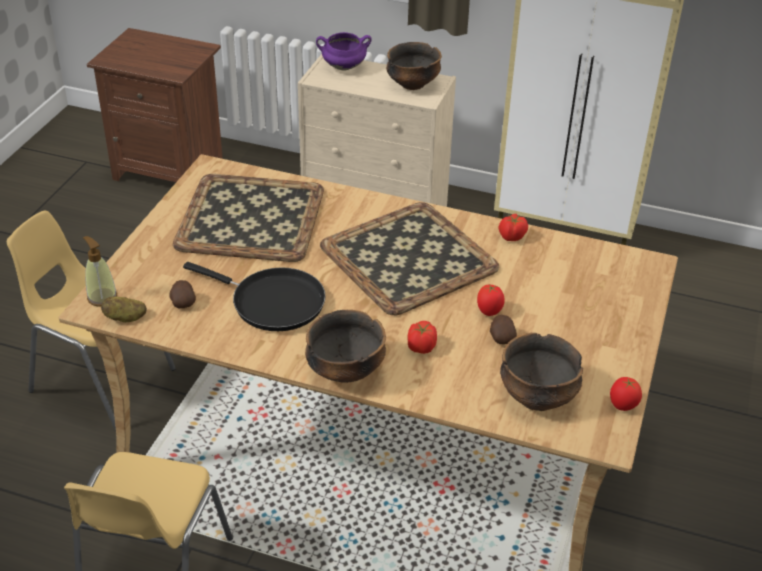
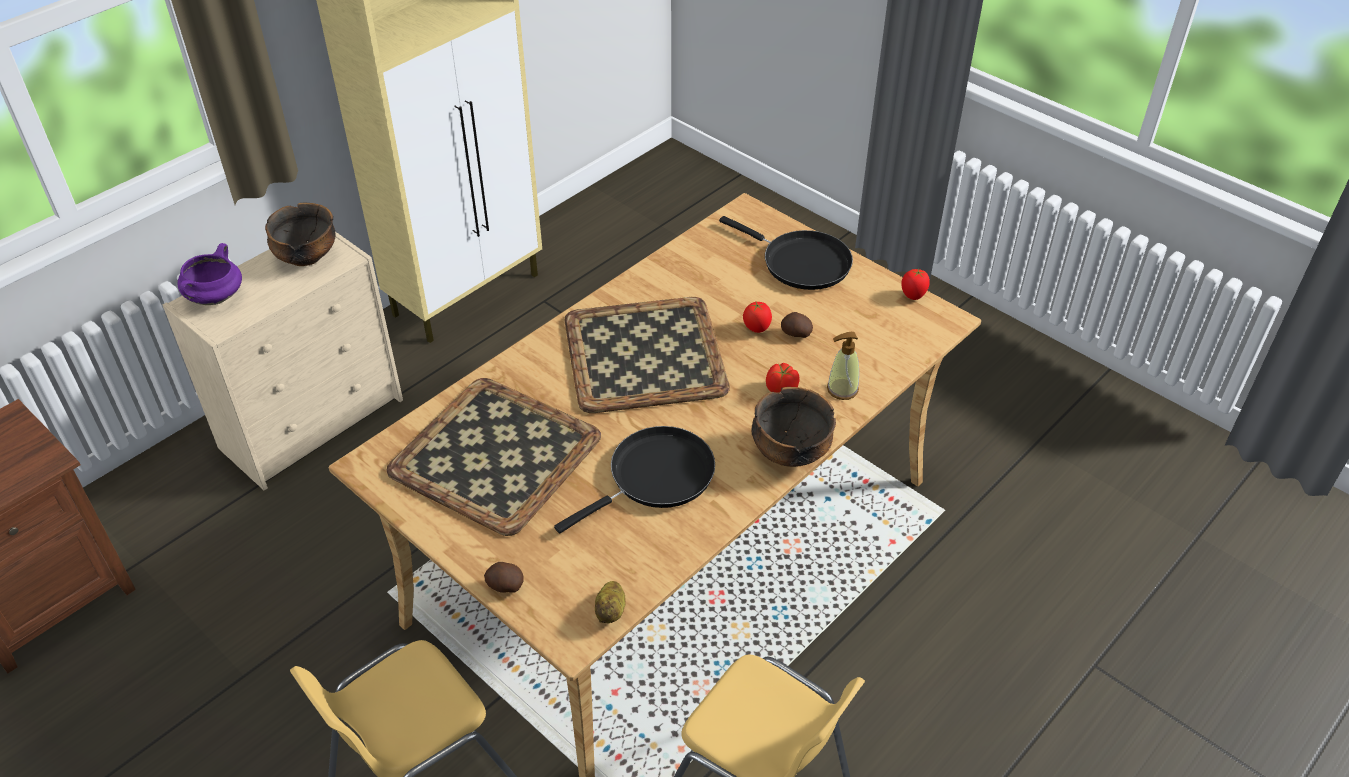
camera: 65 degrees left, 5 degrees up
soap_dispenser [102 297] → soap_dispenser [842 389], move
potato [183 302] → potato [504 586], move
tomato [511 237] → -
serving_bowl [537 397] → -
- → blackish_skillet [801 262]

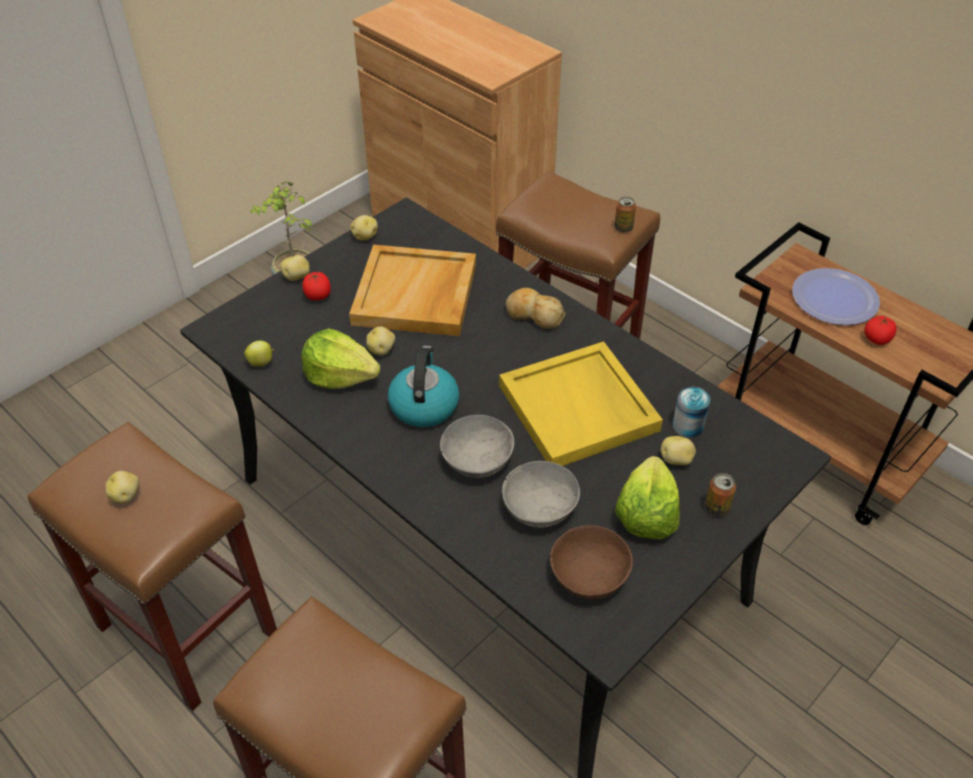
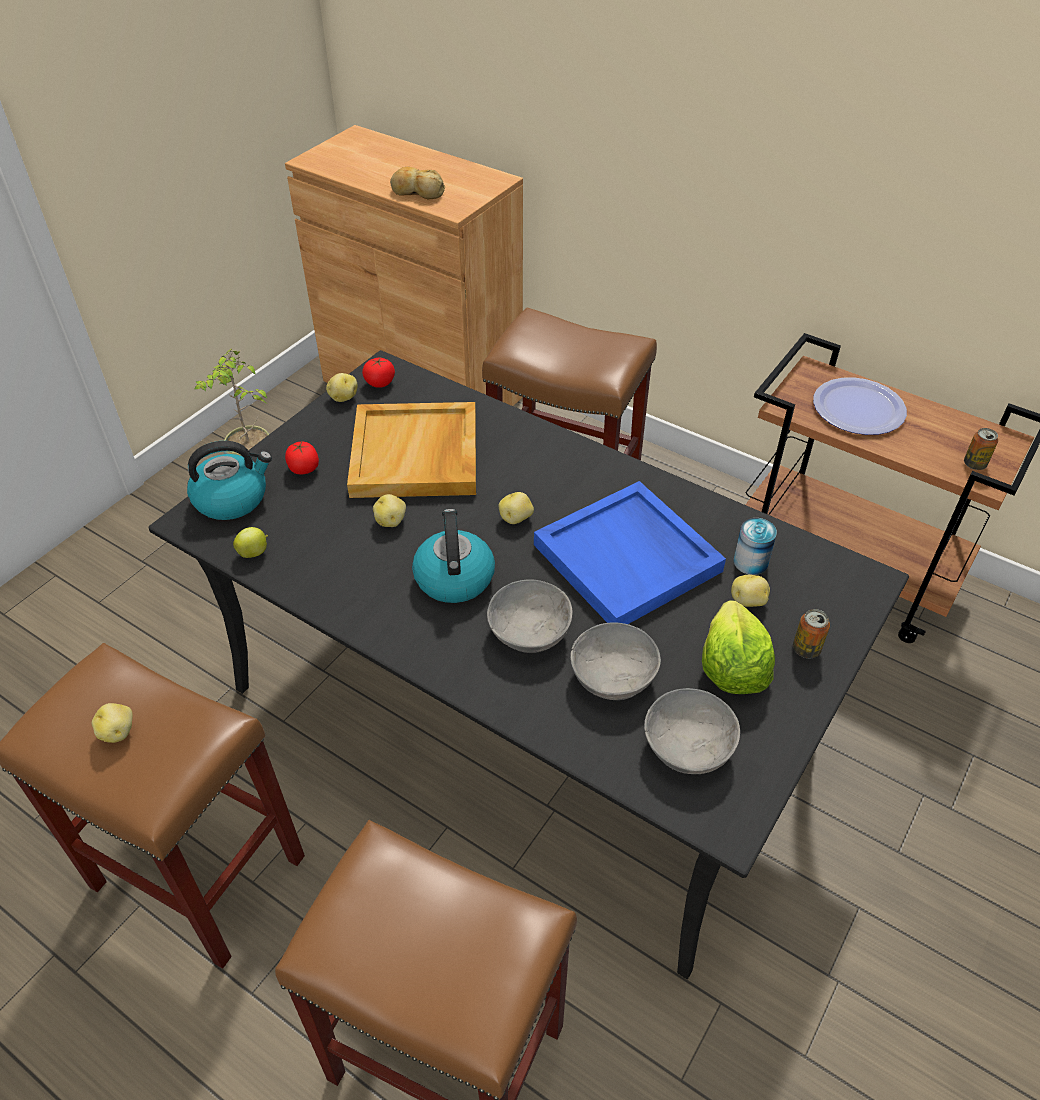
camera: 10 degrees left, 0 degrees up
potato [297 277] → potato [516 518], move
lettuce_head [340 375] → -
yellowish_carrying_tray [580 408] → blue-coloured_carrying_tray [629 558]
bakery_bread [534 315] → bakery_bread [417 191], move
brown_serving_bowl [590 575] → gray_serving_bowl [689 746]
metal_can [623 228] → metal_can [974 464], move
tomato [877 339] → tomato [380 383], move
- → tea_kettle [232 498]

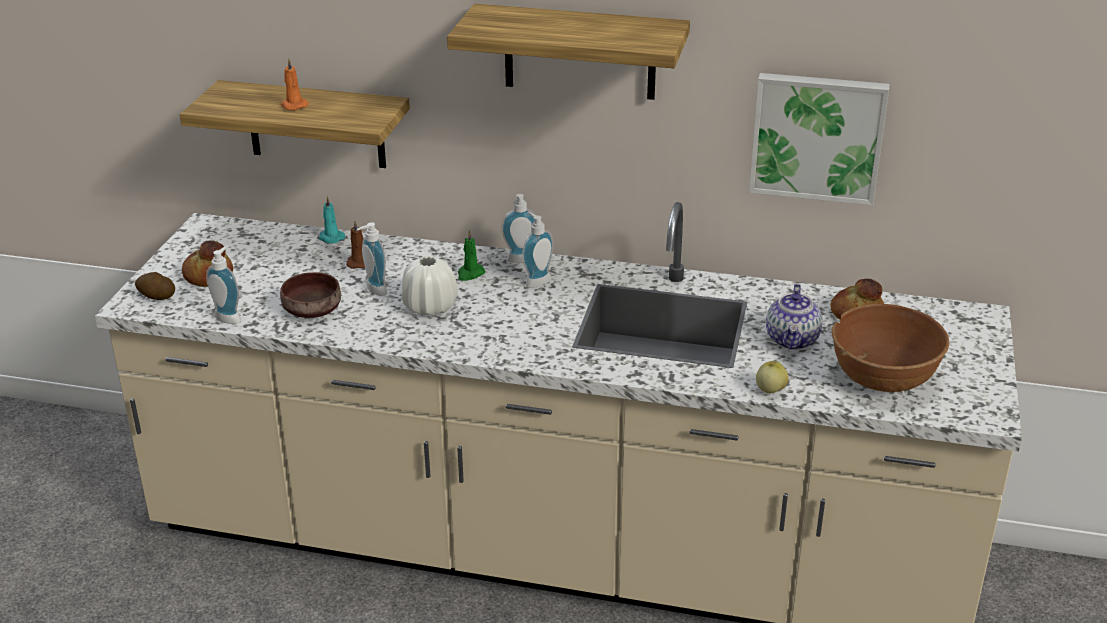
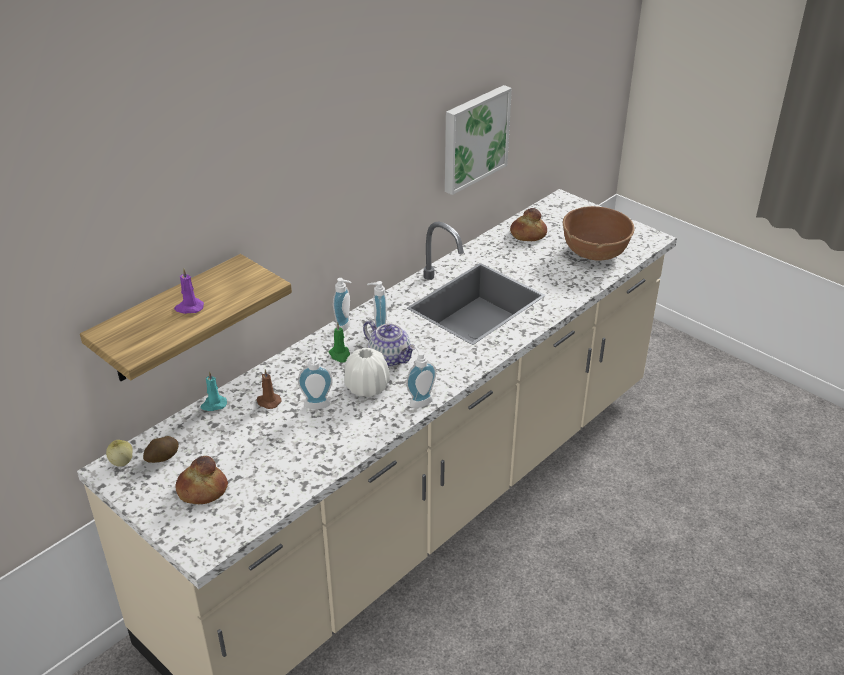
camera: 60 degrees left, 5 degrees up
potato [156 297] → potato [162 458], move
soap_dispenser [230 317] → soap_dispenser [419 401], move
brown_serving_bowl [314 310] → -
orange_wax_light [293 105] → purplish_wax_light [189 308]
wall_shelf [580 52] → -
apple [770 390] → apple [121 462], move
tea_pot [793 340] → tea_pot [390 358], move

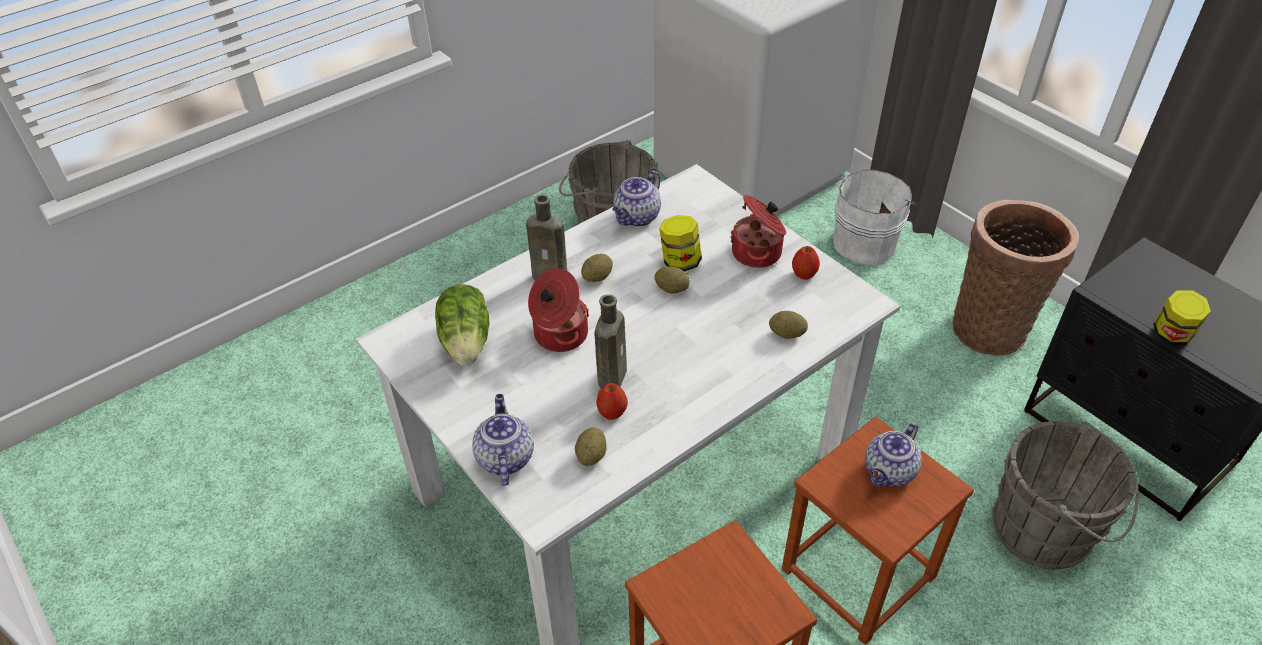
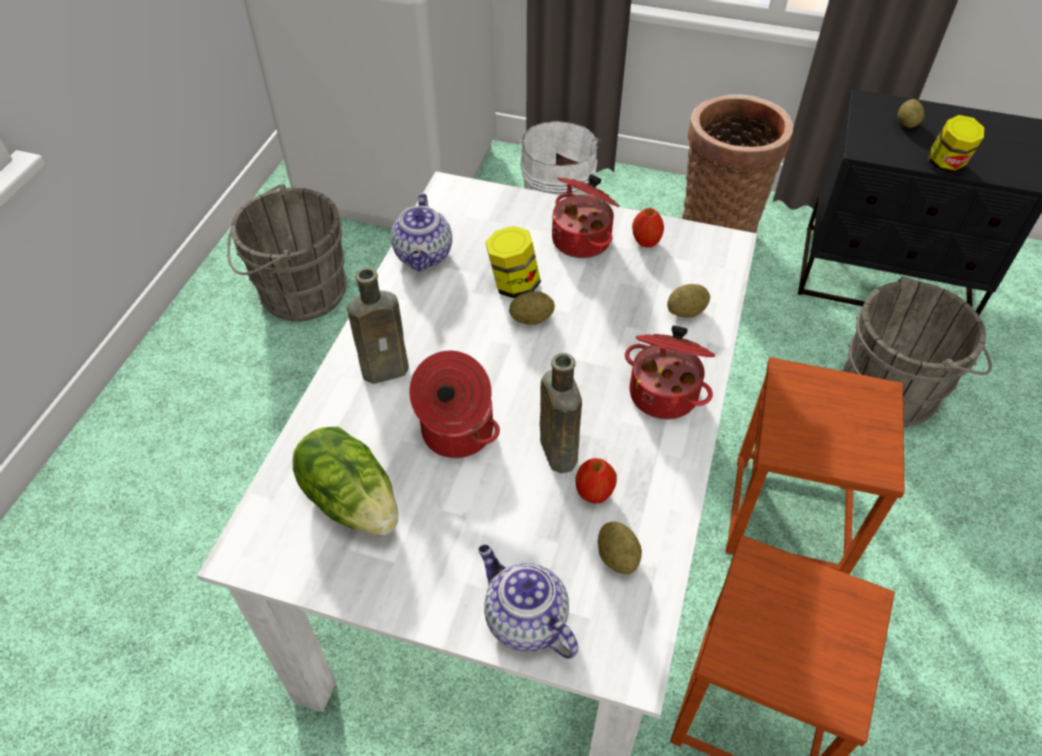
camera: 35 degrees left, 5 degrees up
potato [597 277] → potato [907 124], move
tea_pot [889 472] → -
- → cooking_pot [664 393]

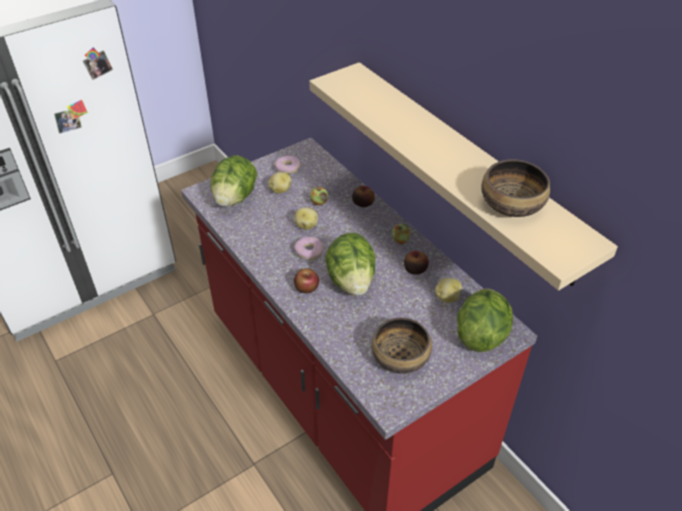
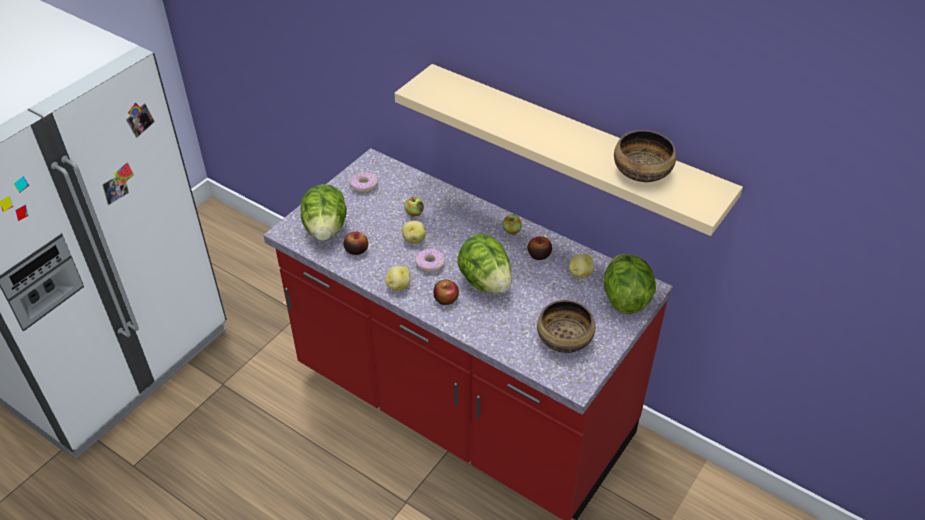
camera: 20 degrees left, 0 degrees up
potato [280 190] → potato [398 286], move
apple [363 203] → apple [356 250], move

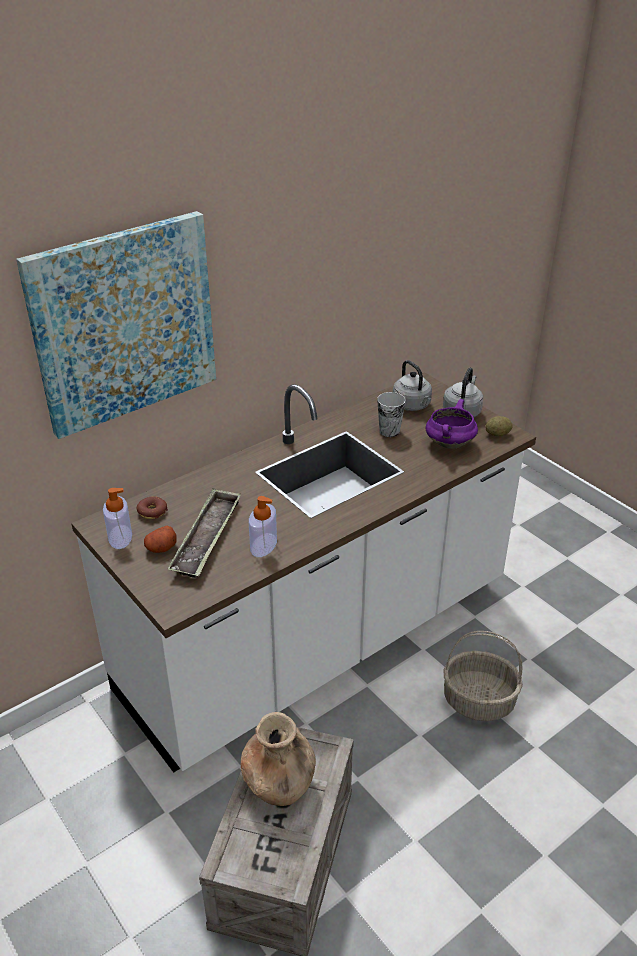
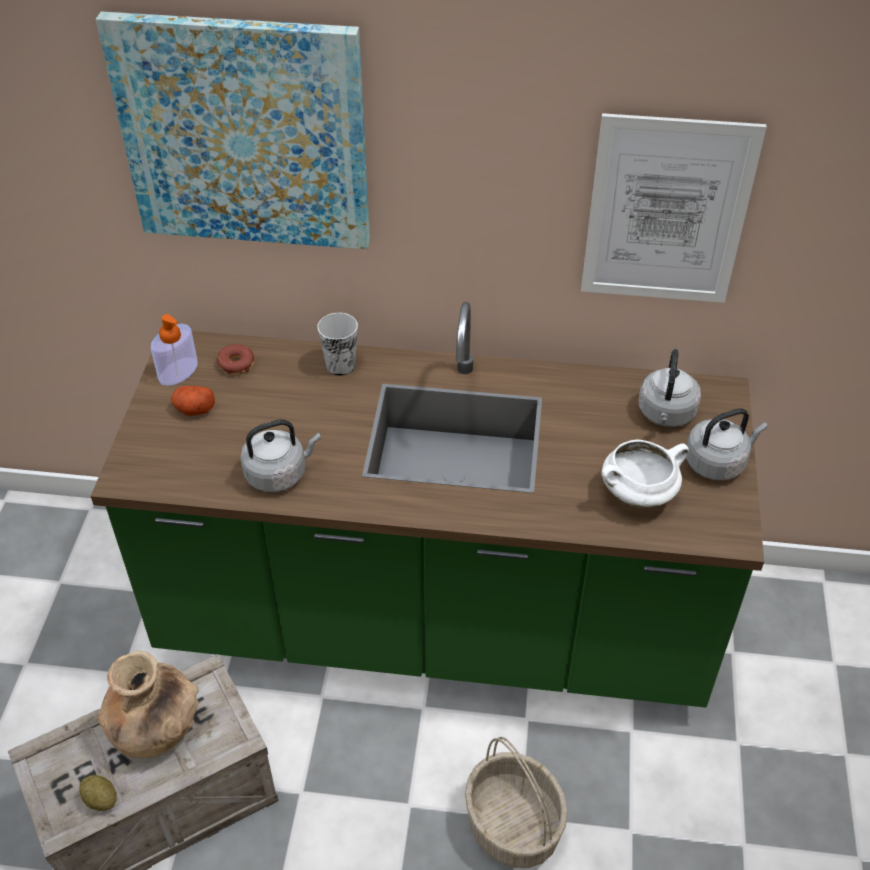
camera: 45 degrees right, 10 degrees up
white-coloured_kitchen_counter [318 639] → green-coloured_kitchen_counter [435 619]
carrying_tray [207 538] → -
soap_dispenser [263 545] → gray_tea_kettle [279 473]
small_cup [389 431] → small_cup [340 365], move
purplish_cooking_pot [449 443] → white-coloured_cooking_pot [638 493]
potato [497 434] → potato [101 799], move
- → wall_picture [667 212]

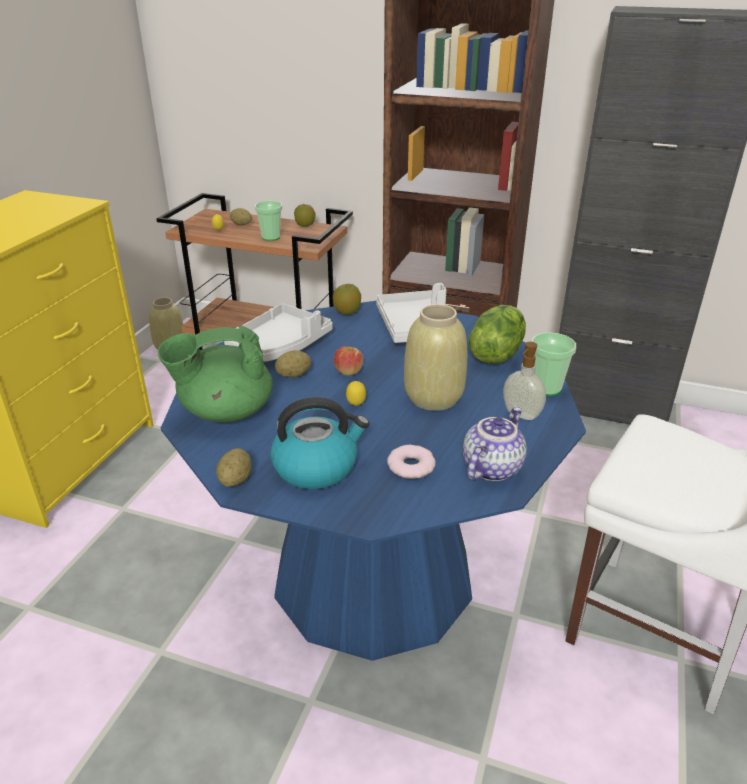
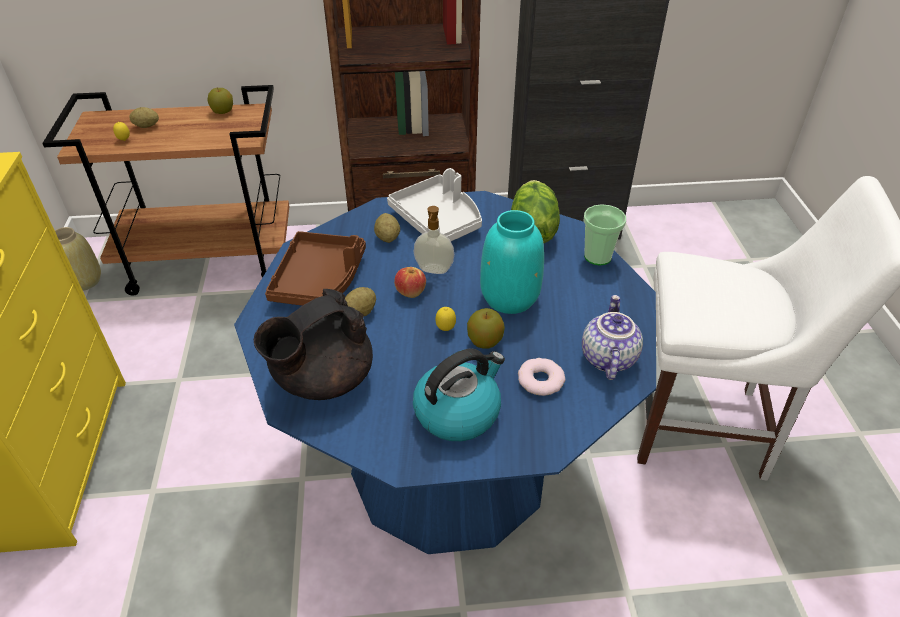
camera: 25 degrees left, 10 degrees up
green-coloured_tea_pot [225 411] → blackish_tea_pot [322 379]
potato [236 480] → potato [387 238], move
gray_carrying_tray [281 345] → brown_carrying_tray [320 280]
small_cup [271 237] → -
apple [347 312] → apple [485 341], move
sand-coloured_decorative_vase [433 398] → blue-green_decorative_vase [510 298]
soap_dispenser [520 415] → soap_dispenser [433 270], move

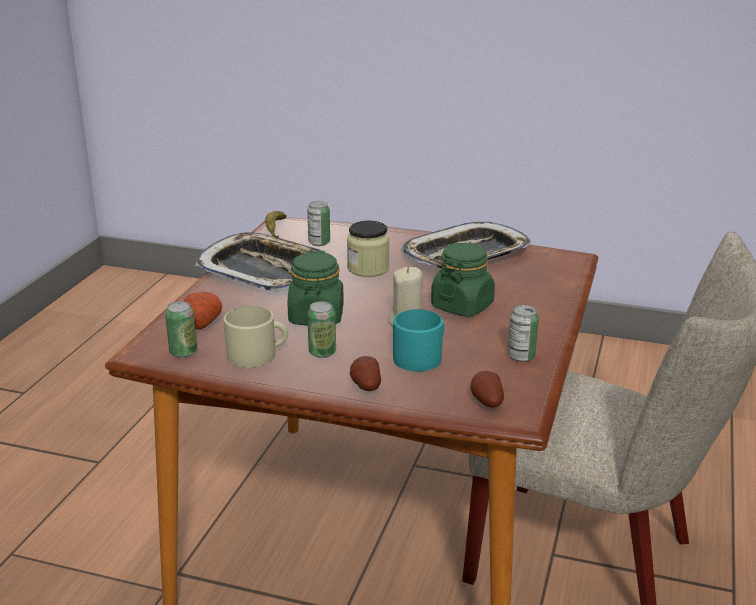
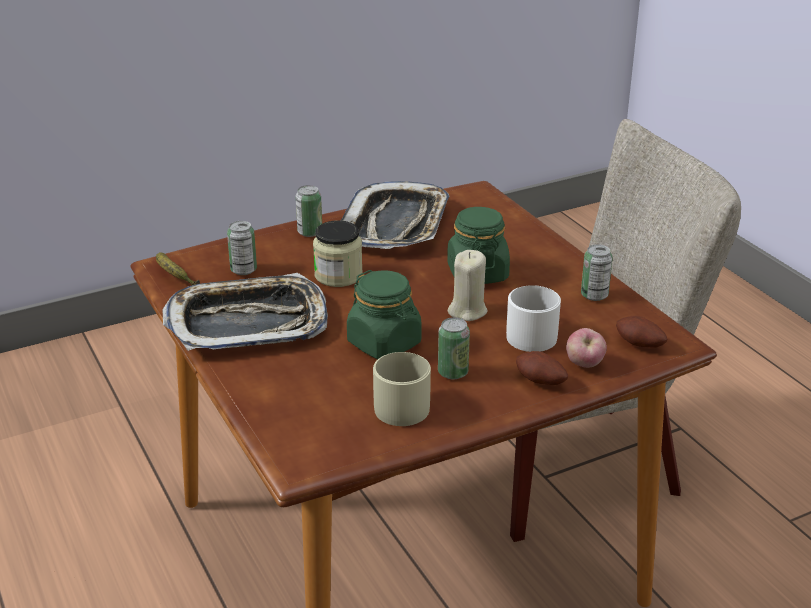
camera: 45 degrees left, 5 degrees up
metal_can [183 352] → metal_can [310 232], move
potato [202 322] → -
blue-green_tea_mug [421 356] → white-coloured_tea_mug [531 334]
- → apple [584 365]

